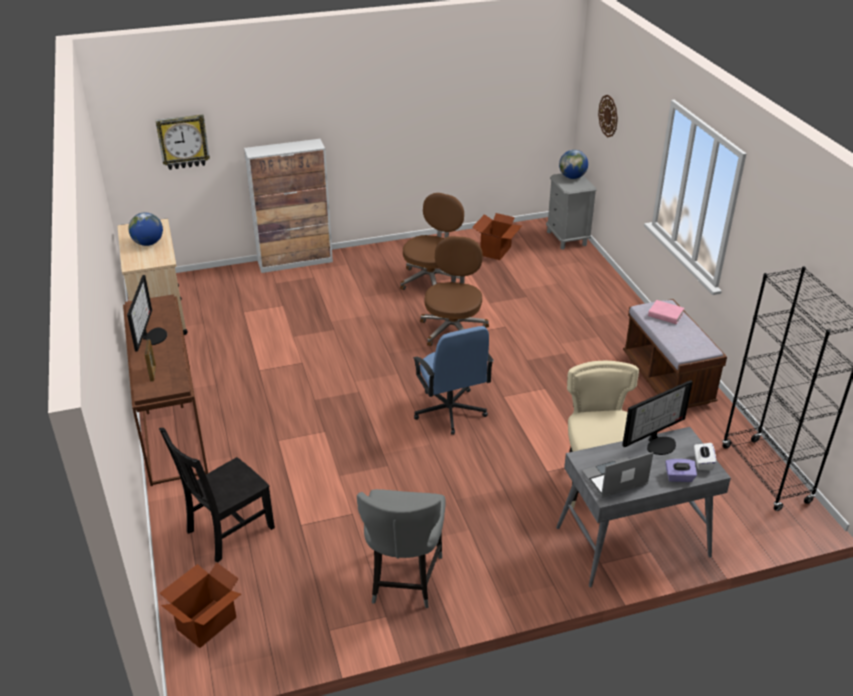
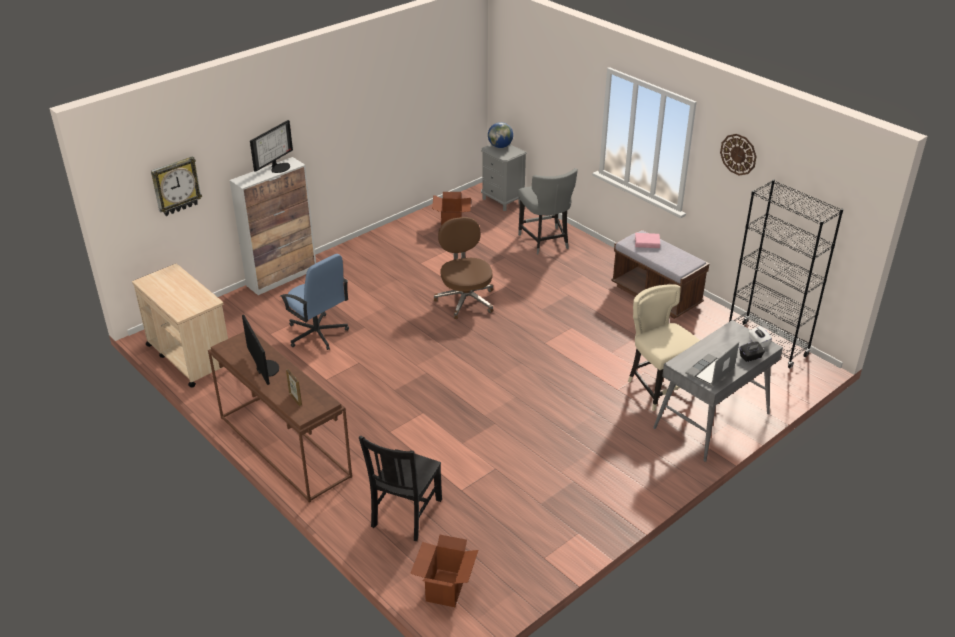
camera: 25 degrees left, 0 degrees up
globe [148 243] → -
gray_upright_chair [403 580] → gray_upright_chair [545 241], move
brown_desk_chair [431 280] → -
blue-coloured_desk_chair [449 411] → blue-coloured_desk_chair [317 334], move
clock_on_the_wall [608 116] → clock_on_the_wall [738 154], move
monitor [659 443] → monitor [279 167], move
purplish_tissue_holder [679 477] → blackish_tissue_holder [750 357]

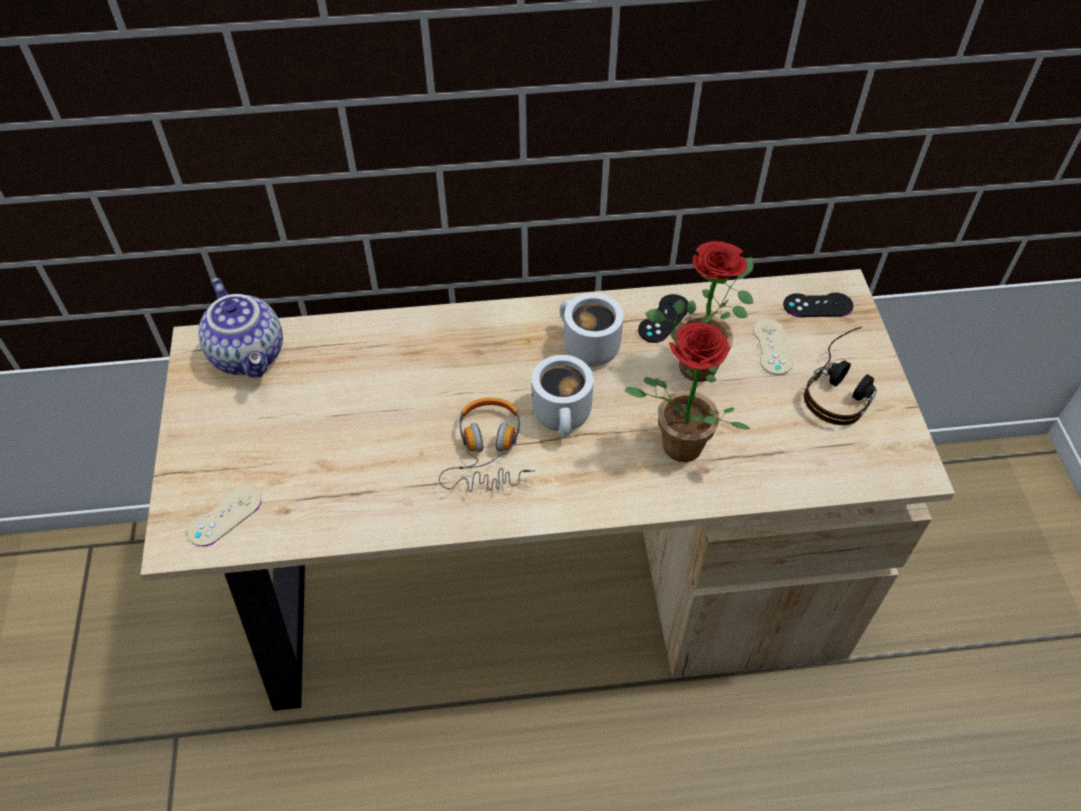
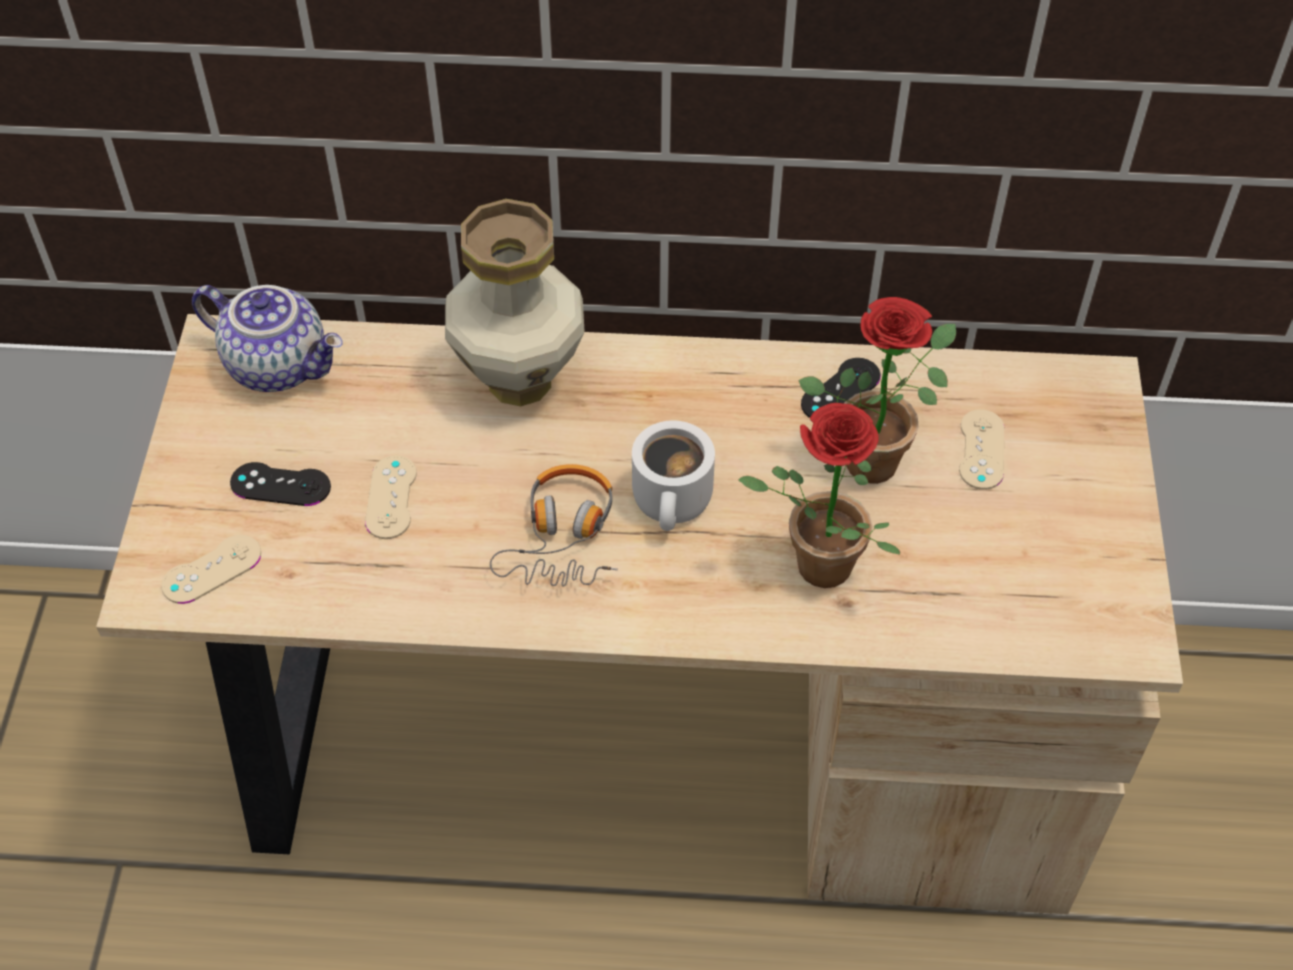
camera: 10 degrees right, 0 degrees up
tea_pot [250 354] → tea_pot [280 364], 45 degrees counterclockwise
white-coloured_tea_mug [586 347] → -
blackish_joypad [818 305] → blackish_joypad [280 485], move
headphones [842 387] → -
- → sand-coloured_joypad [391 497]
- → decorative_vase [518 382]

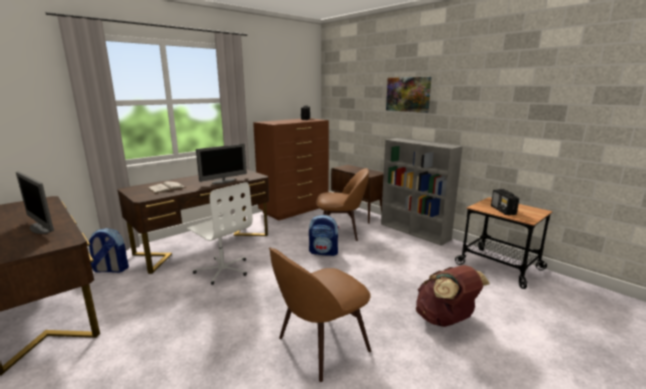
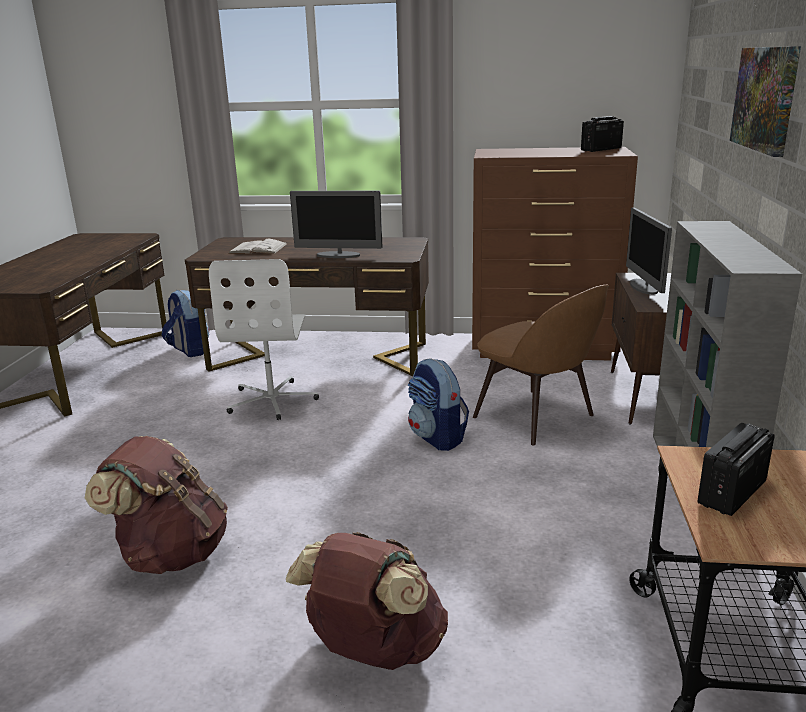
camera: 50 degrees right, 5 degrees up
monitor [42 228] → monitor [644 287], move
brown_upright_chair [320 346] → brown_backpack [171 553]

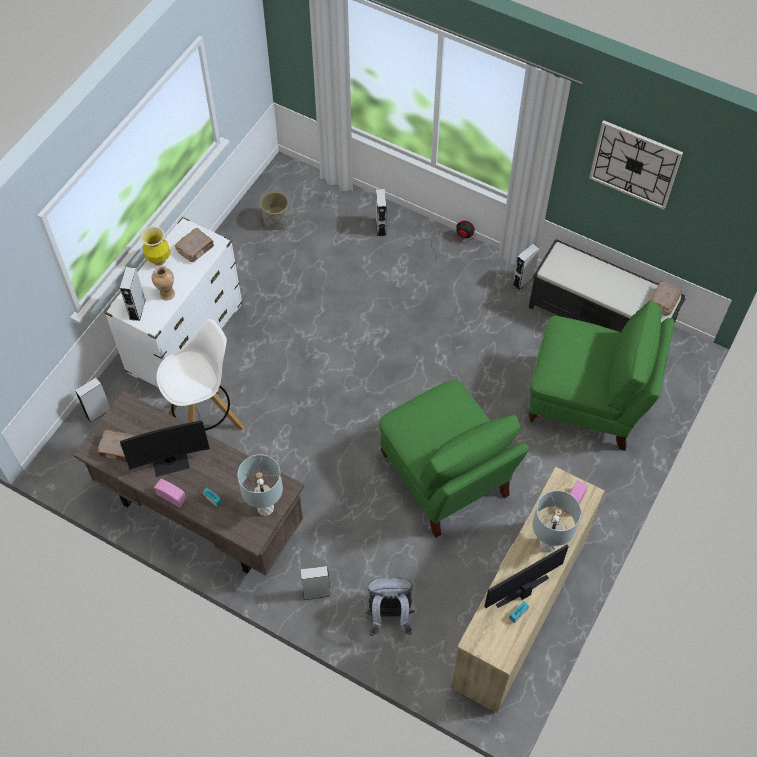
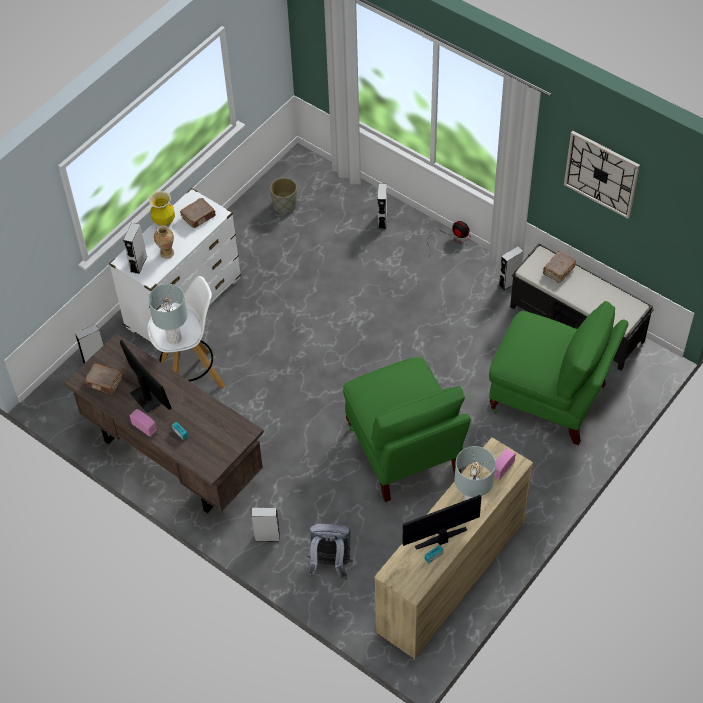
camera: 10 degrees right, 5 degrees down
monitor [170 461] → monitor [148 397], 120 degrees counterclockwise
gray_tabletop_lamp [265 507] → gray_tabletop_lamp [174 338], move
brown_bound_book [663 302] → brown_bound_book [558 271], move

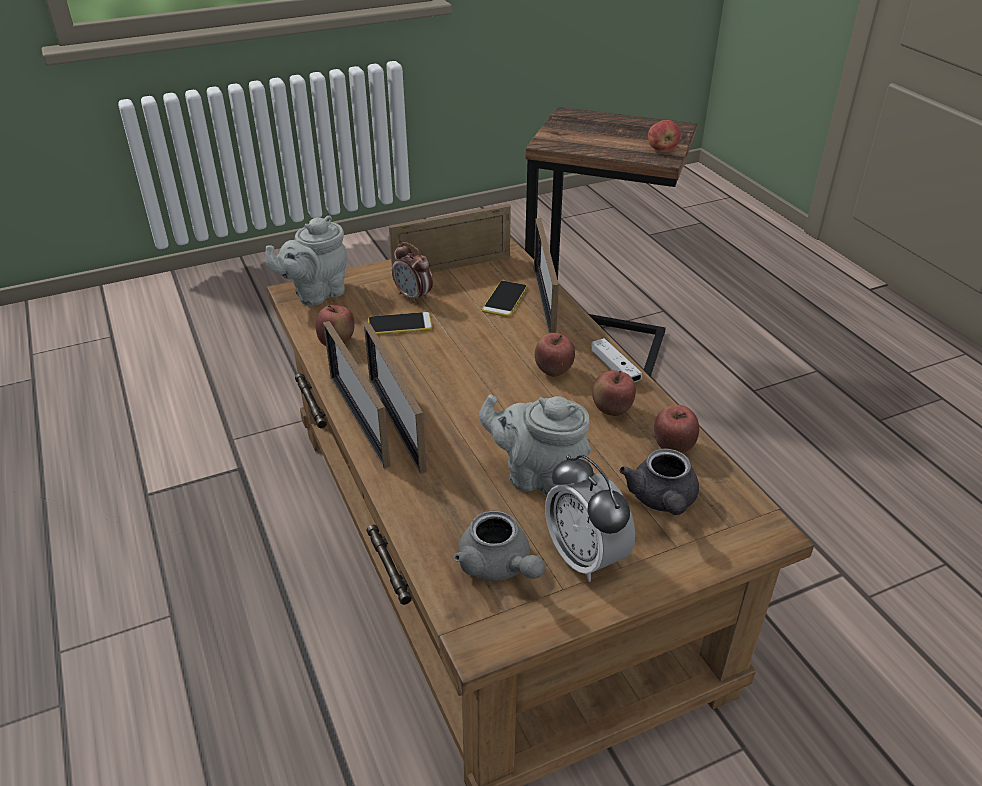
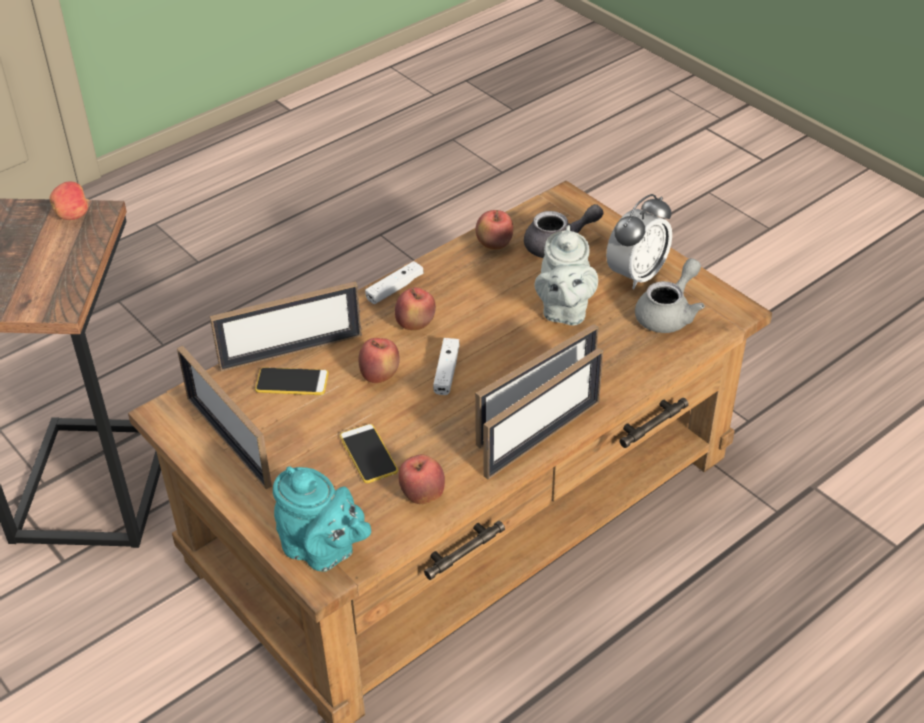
camera: 105 degrees left, 5 degrees up
gray_tea_pot [316 293] → blue-green_tea_pot [323 551]
table_clock [413 297] → -
apple [611 411] → apple [380 376], move
- → white-coloured_joypad [446 372]

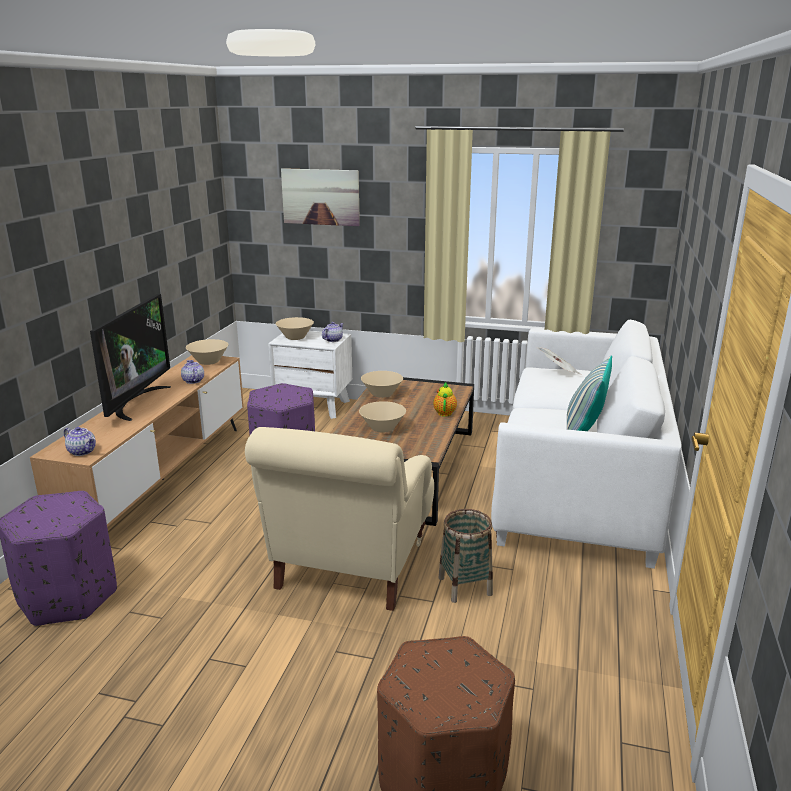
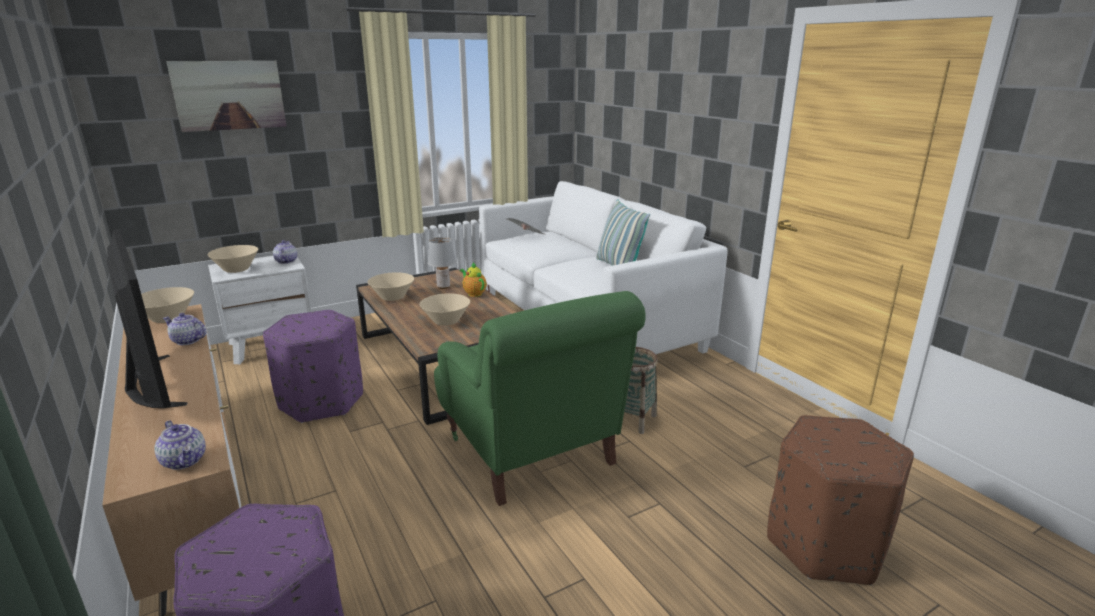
camera: 45 degrees left, 0 degrees up
tea_pot [82 451] → tea_pot [185 461], 60 degrees clockwise
sand-coloured_armchair [350 567] → green-coloured_armchair [532 452]
- → gray_tabletop_lamp [444 287]

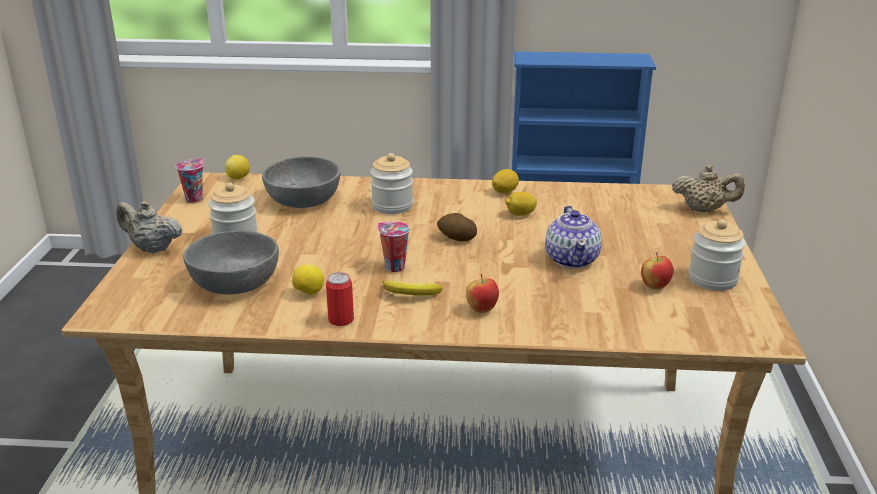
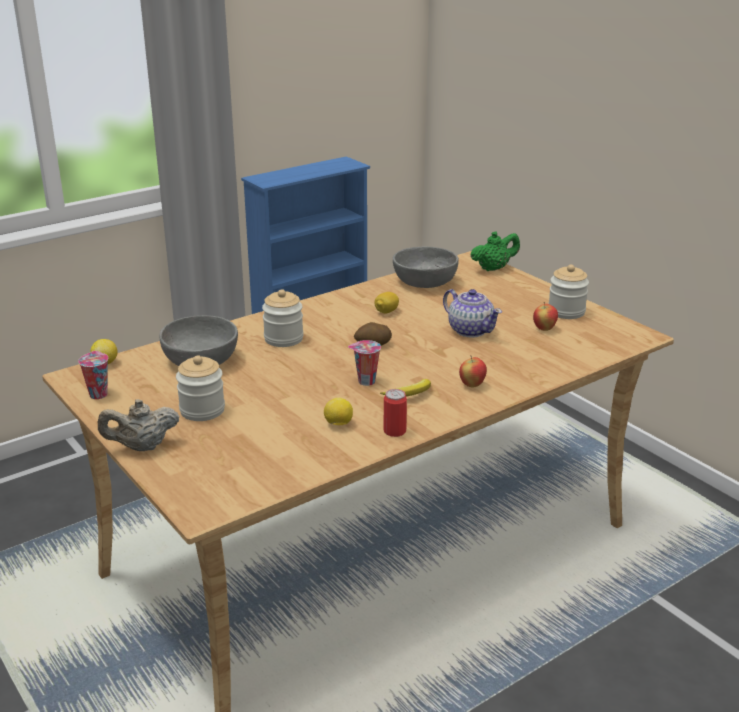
camera: 40 degrees left, 0 degrees up
gray_serving_bowl [234 282] → gray_serving_bowl [424 281], move
whole_lemon [505 191] → -
sand-coloured_tea_pot [704 209] → green-coloured_tea_pot [493 268]

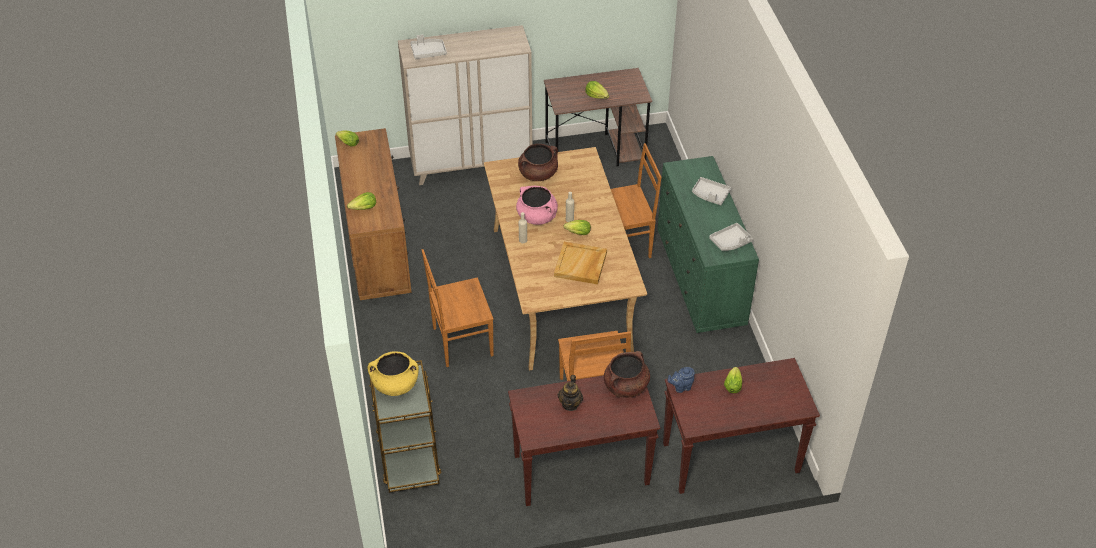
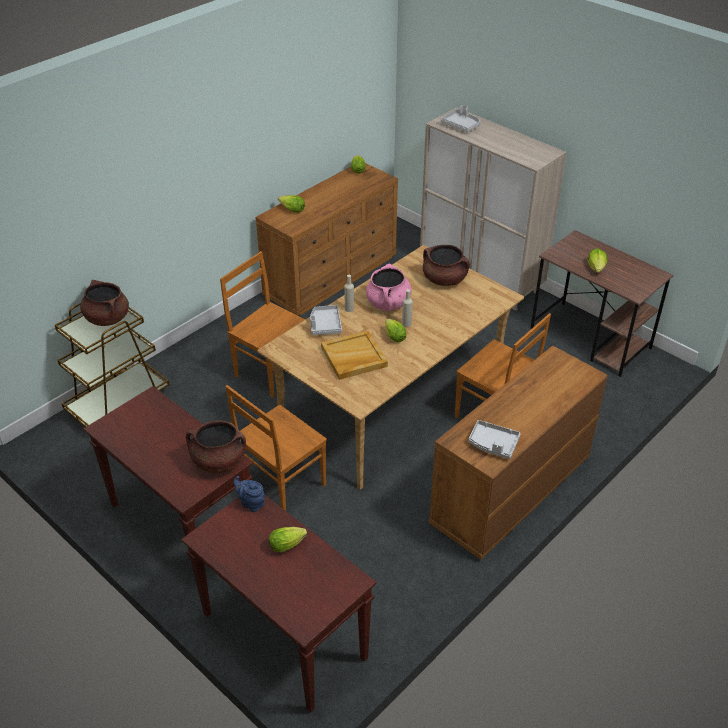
camera: 55 degrees right, 5 degrees down
yellowish_cooking_pot [395 385] → brown_cooking_pot [107 318]
tea_pot [570 404] → -
green-coloured_chest_of_drawers [700 278] → brown_chest_of_drawers [510 492]
gray_carrying_tray [710 195] → gray_carrying_tray [325 325], move

